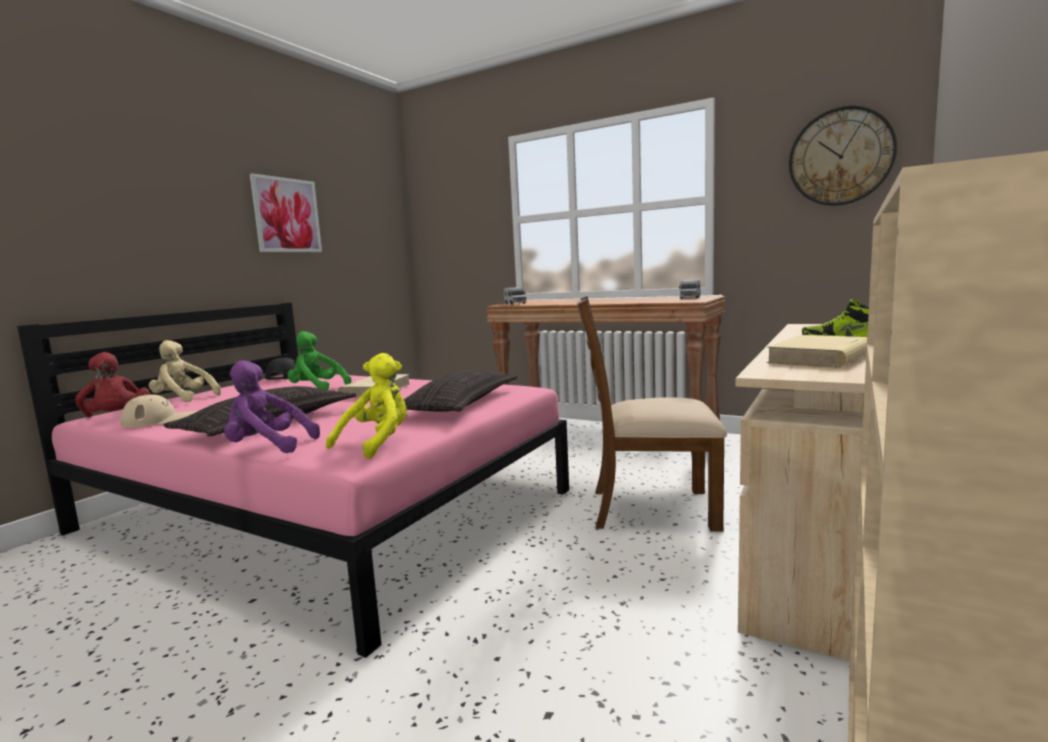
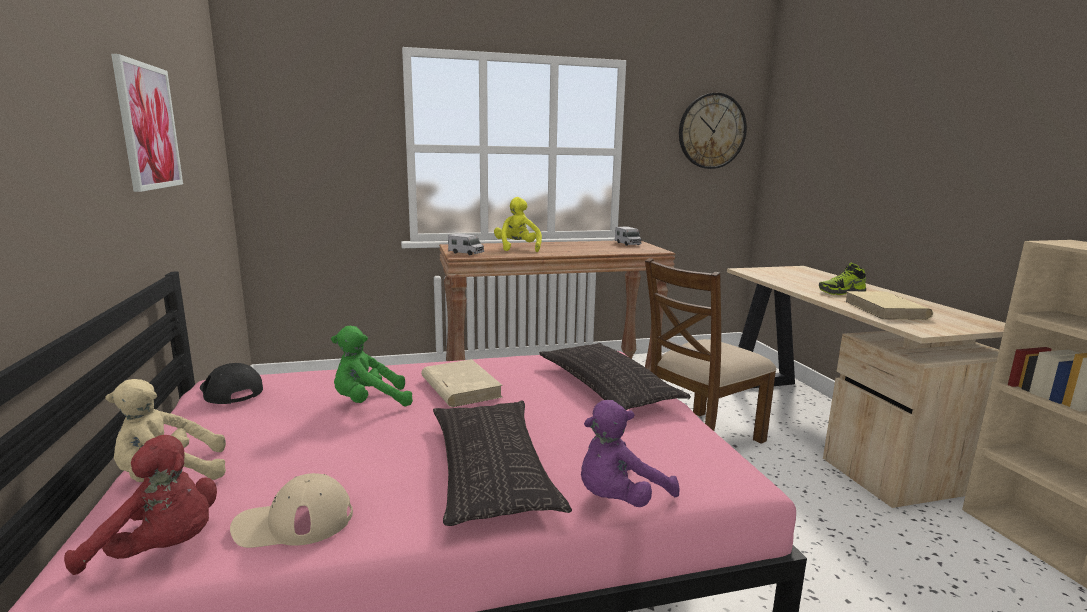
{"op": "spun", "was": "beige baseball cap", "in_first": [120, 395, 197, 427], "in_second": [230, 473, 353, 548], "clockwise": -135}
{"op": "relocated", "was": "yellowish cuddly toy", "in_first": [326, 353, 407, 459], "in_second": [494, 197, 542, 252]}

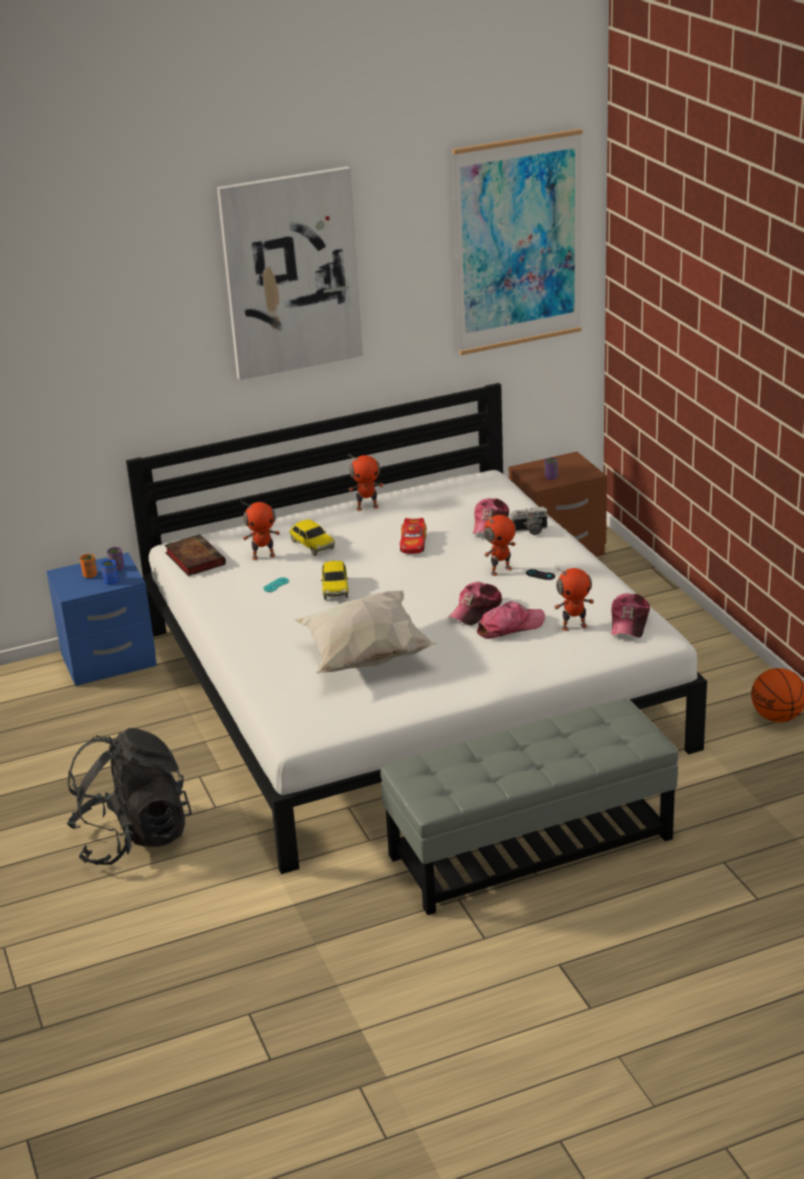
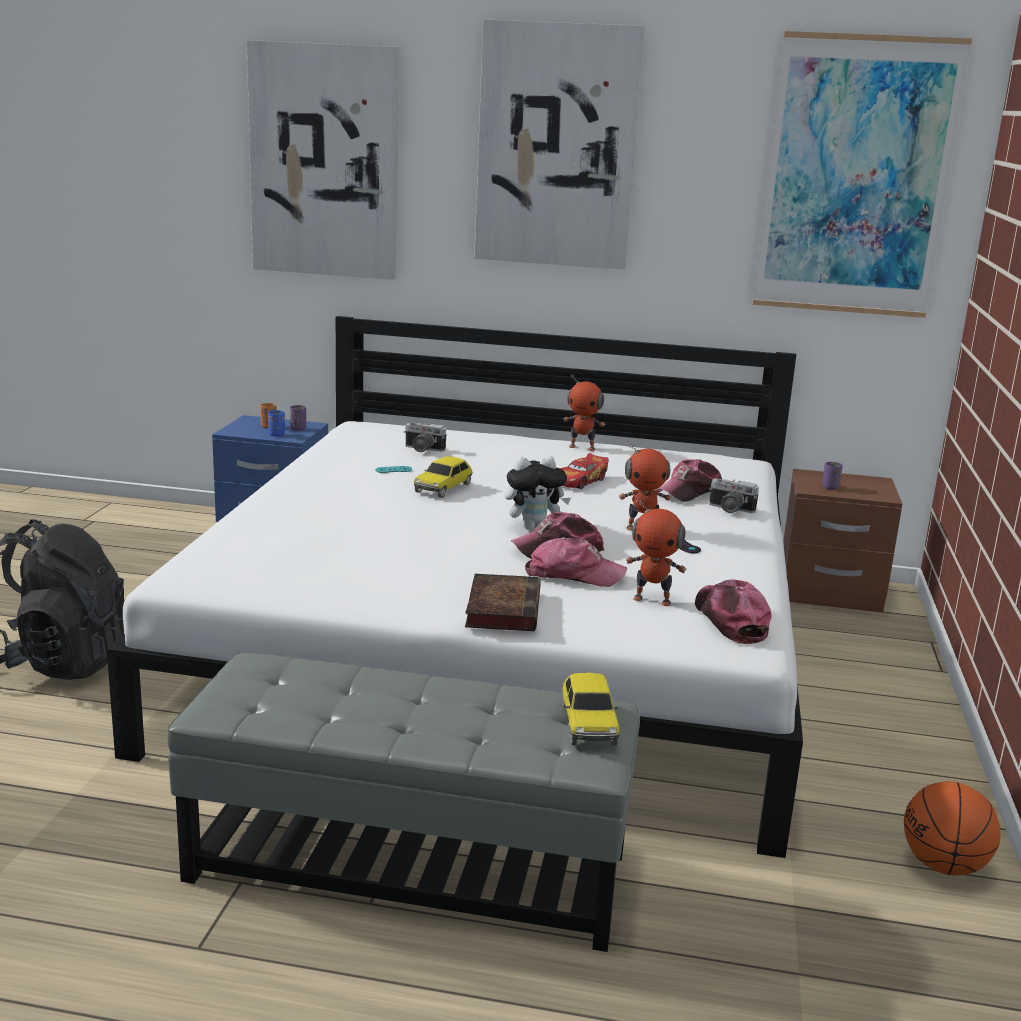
{"op": "appeared", "now": "wall art", "in_second": [247, 40, 399, 280]}
{"op": "exchanged", "was": "model robot", "now": "still camera", "in_first": [241, 501, 280, 560], "in_second": [404, 422, 447, 452]}
{"op": "relocated", "was": "bound book", "in_first": [164, 534, 226, 576], "in_second": [465, 574, 541, 631]}
{"op": "appeared", "now": "cuddly toy", "in_second": [505, 456, 571, 530]}
{"op": "relocated", "was": "model car", "in_first": [289, 519, 335, 556], "in_second": [562, 673, 620, 746]}
{"op": "spun", "was": "baseball cap", "in_first": [611, 593, 650, 638], "in_second": [695, 579, 771, 644], "clockwise": 120}
{"op": "missing", "was": "whitish cushion", "in_first": [293, 590, 438, 674]}

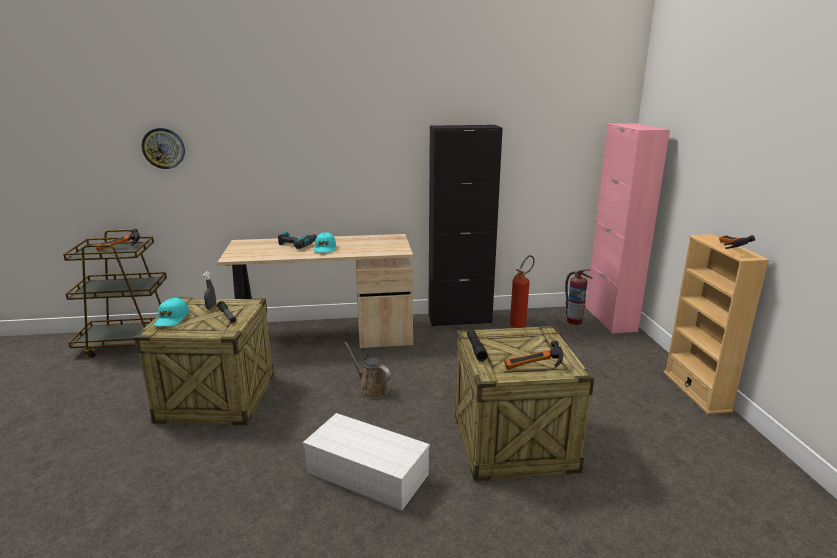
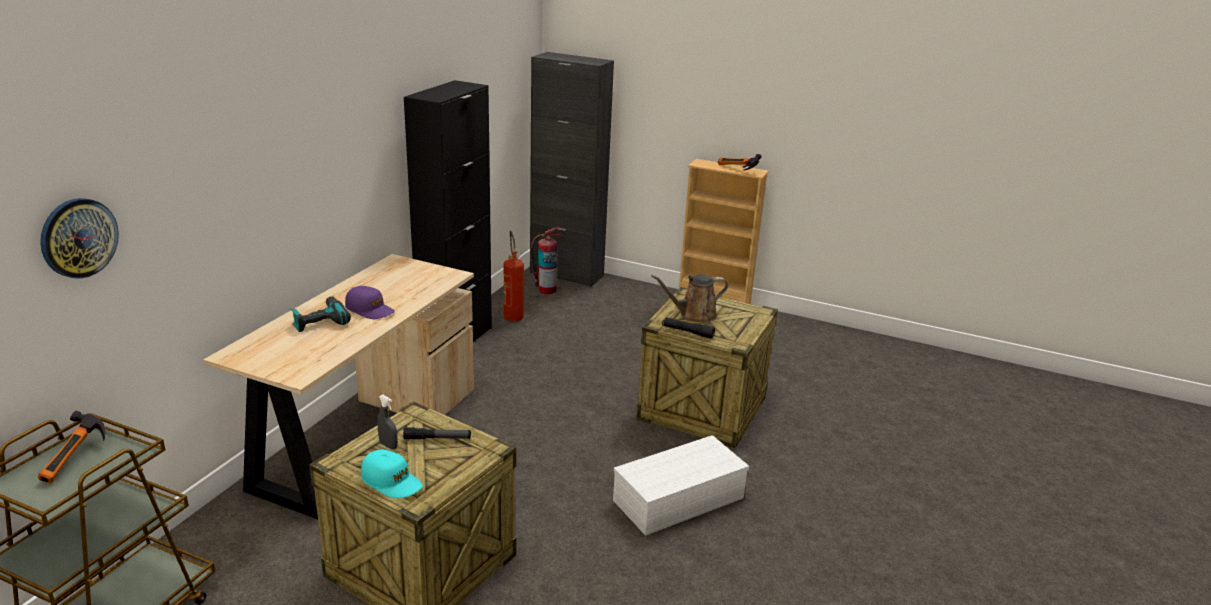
{"op": "colour", "was": "blue-green baseball cap", "now": "purple baseball cap", "in_first": [314, 232, 336, 253], "in_second": [345, 286, 395, 319]}
{"op": "colour", "was": "pink-coloured cupboard", "now": "black cupboard", "in_first": [586, 123, 670, 333], "in_second": [530, 52, 614, 287]}
{"op": "relocated", "was": "brownish watering pot", "in_first": [344, 342, 391, 399], "in_second": [651, 274, 728, 323]}
{"op": "missing", "was": "tool hammer", "in_first": [504, 340, 563, 369]}

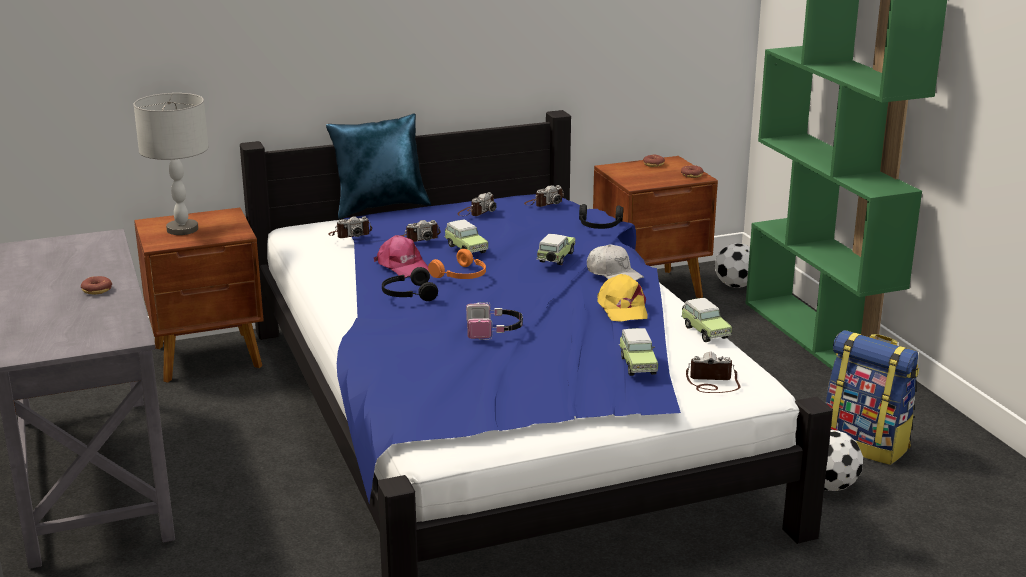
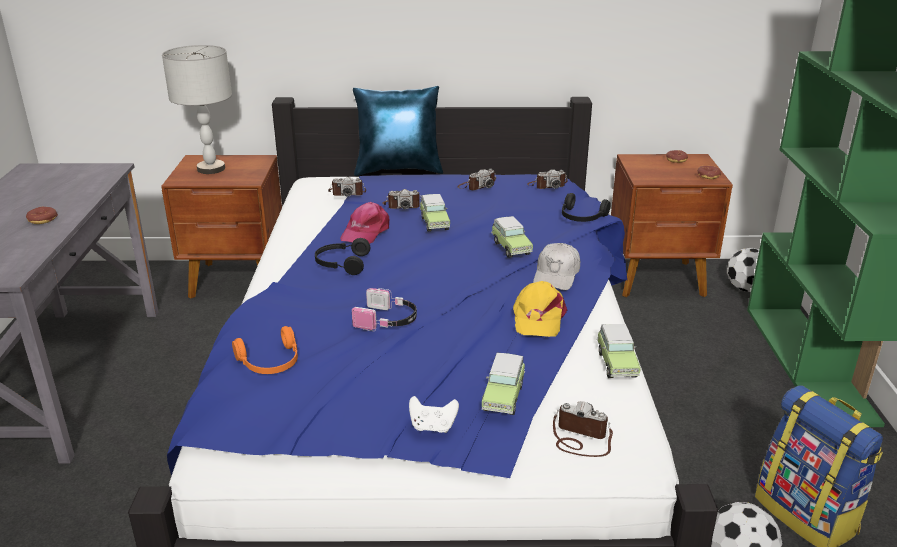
{"op": "relocated", "was": "orange headphones", "in_first": [428, 249, 486, 279], "in_second": [232, 326, 298, 374]}
{"op": "spun", "was": "pink-coloured baseball cap", "in_first": [374, 235, 428, 277], "in_second": [340, 202, 390, 244], "clockwise": 45}
{"op": "appeared", "now": "whitish joypad", "in_second": [409, 396, 459, 433]}
{"op": "spun", "was": "model car", "in_first": [537, 234, 575, 265], "in_second": [491, 216, 533, 258], "clockwise": 120}
{"op": "spun", "was": "whitish baseball cap", "in_first": [587, 245, 644, 281], "in_second": [533, 243, 580, 290], "clockwise": 45}

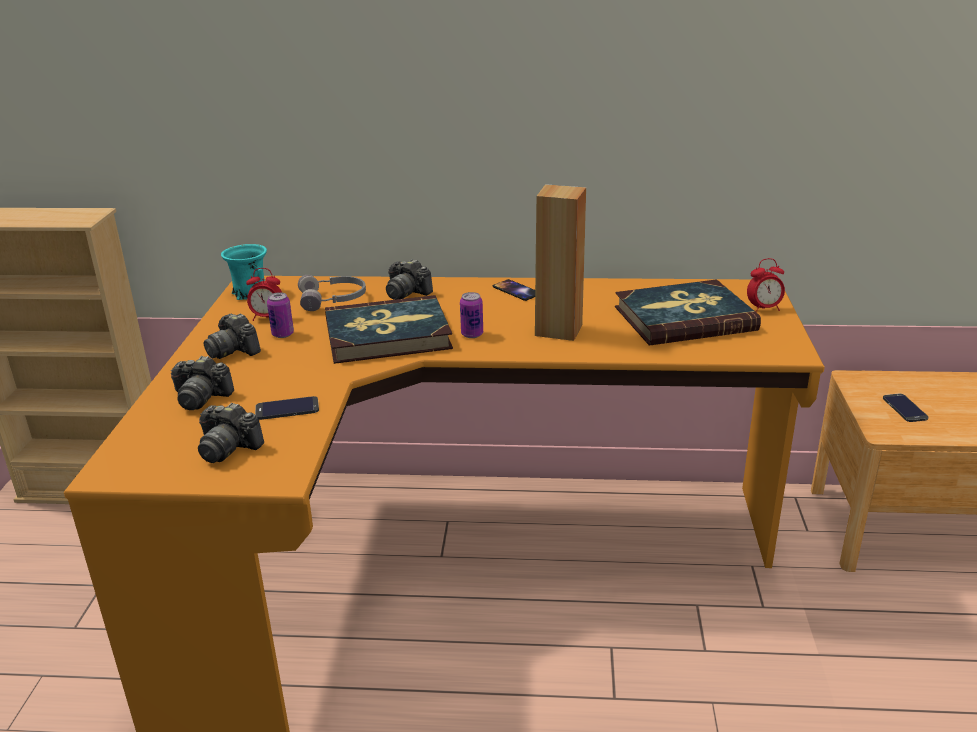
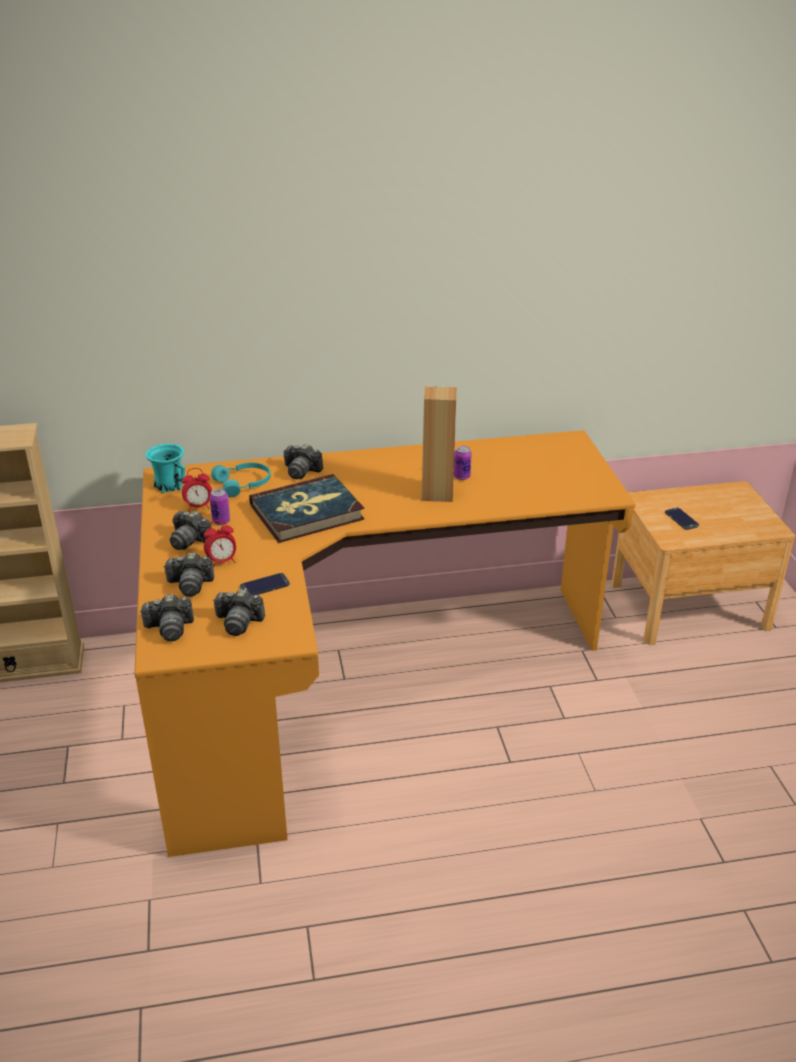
{"op": "appeared", "now": "still camera", "in_second": [140, 594, 194, 641]}
{"op": "relocated", "was": "table clock", "in_first": [747, 258, 785, 313], "in_second": [204, 520, 236, 568]}
{"op": "colour", "was": "greyish headphones", "now": "blue-green headphones", "in_first": [298, 275, 366, 311], "in_second": [211, 462, 271, 497]}
{"op": "relocated", "was": "sealed can", "in_first": [460, 292, 483, 338], "in_second": [454, 446, 472, 480]}
{"op": "missing", "was": "phone", "in_first": [493, 279, 535, 301]}
{"op": "missing", "was": "bound book", "in_first": [615, 279, 761, 346]}

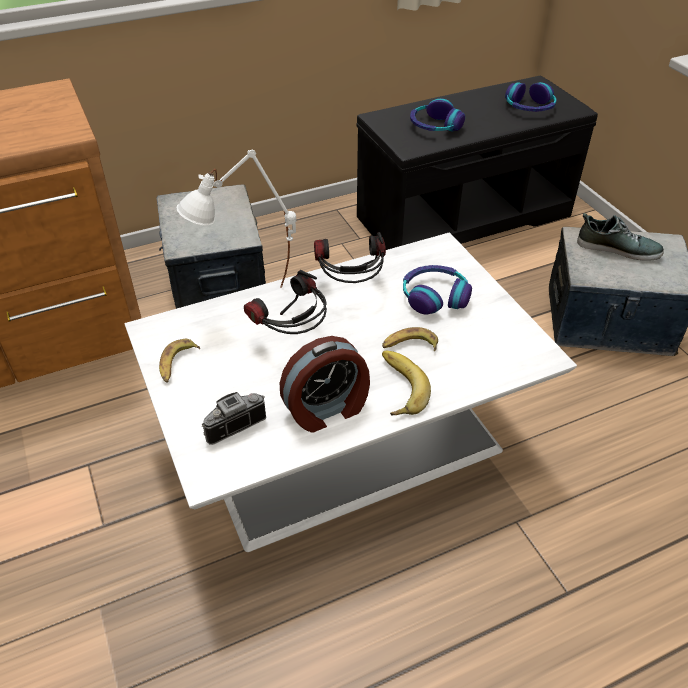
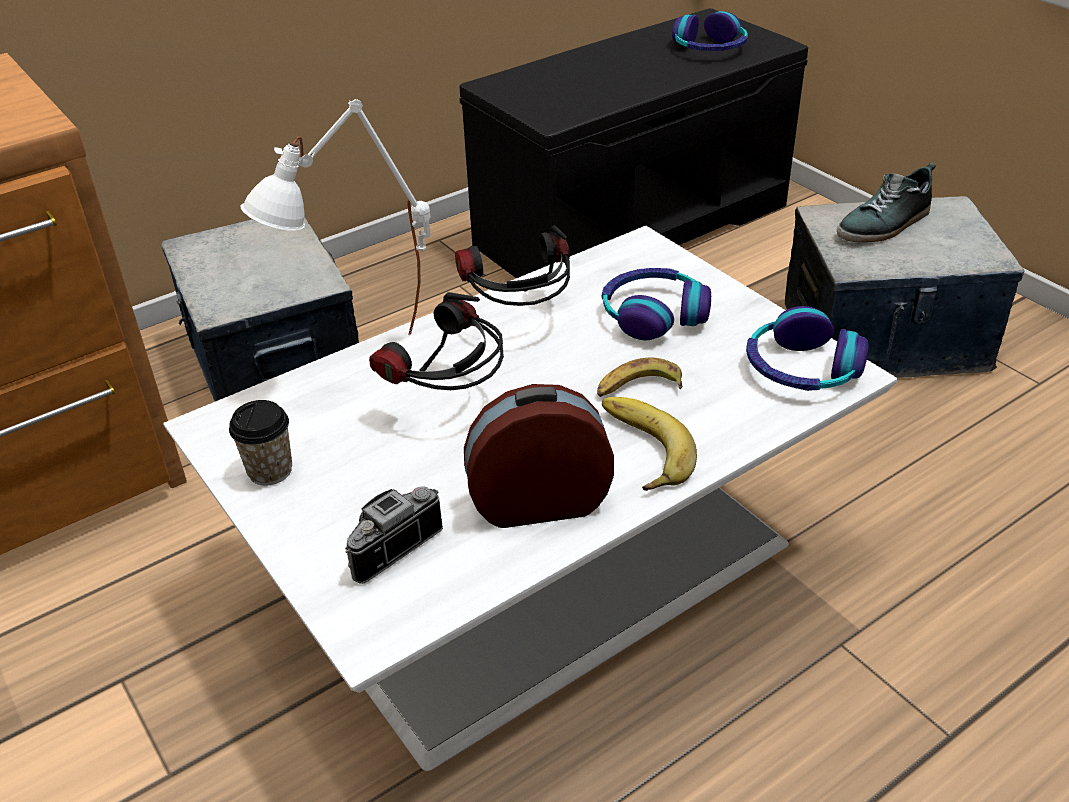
{"op": "exchanged", "was": "banana", "now": "small cup", "in_first": [159, 339, 200, 383], "in_second": [229, 400, 292, 485]}
{"op": "spun", "was": "table clock", "in_first": [280, 336, 370, 433], "in_second": [464, 384, 614, 528], "clockwise": -150}
{"op": "relocated", "was": "headphones", "in_first": [410, 98, 465, 131], "in_second": [746, 306, 869, 391]}
{"op": "spun", "was": "shoe", "in_first": [577, 213, 664, 261], "in_second": [837, 162, 936, 242], "clockwise": 135}

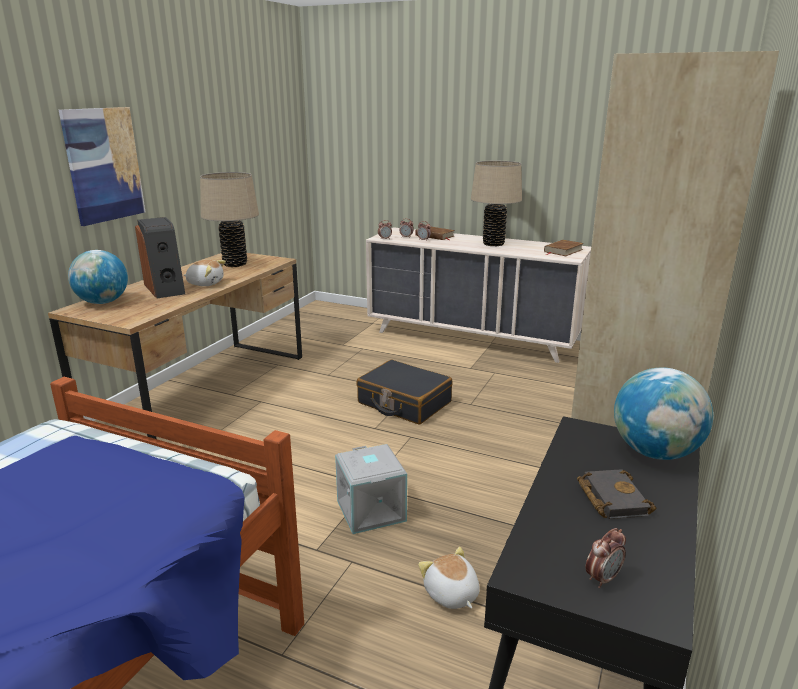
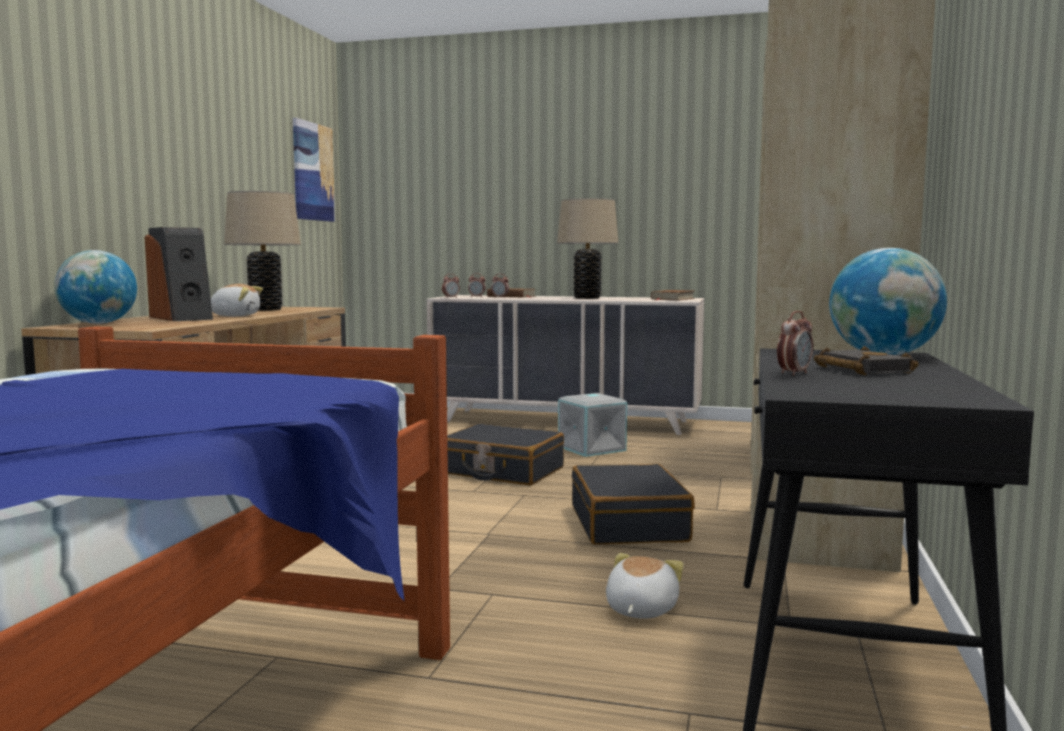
{"op": "relocated", "was": "wall art", "in_first": [59, 107, 145, 226], "in_second": [293, 118, 335, 222]}
{"op": "relocated", "was": "greyish storage box", "in_first": [335, 444, 407, 534], "in_second": [558, 393, 627, 457]}
{"op": "appeared", "now": "black piece of luggage", "in_second": [572, 464, 695, 545]}
{"op": "spun", "was": "cuddly toy", "in_first": [418, 547, 480, 609], "in_second": [606, 553, 683, 619], "clockwise": 60}
{"op": "relocated", "was": "table clock", "in_first": [586, 528, 626, 588], "in_second": [777, 311, 813, 376]}

